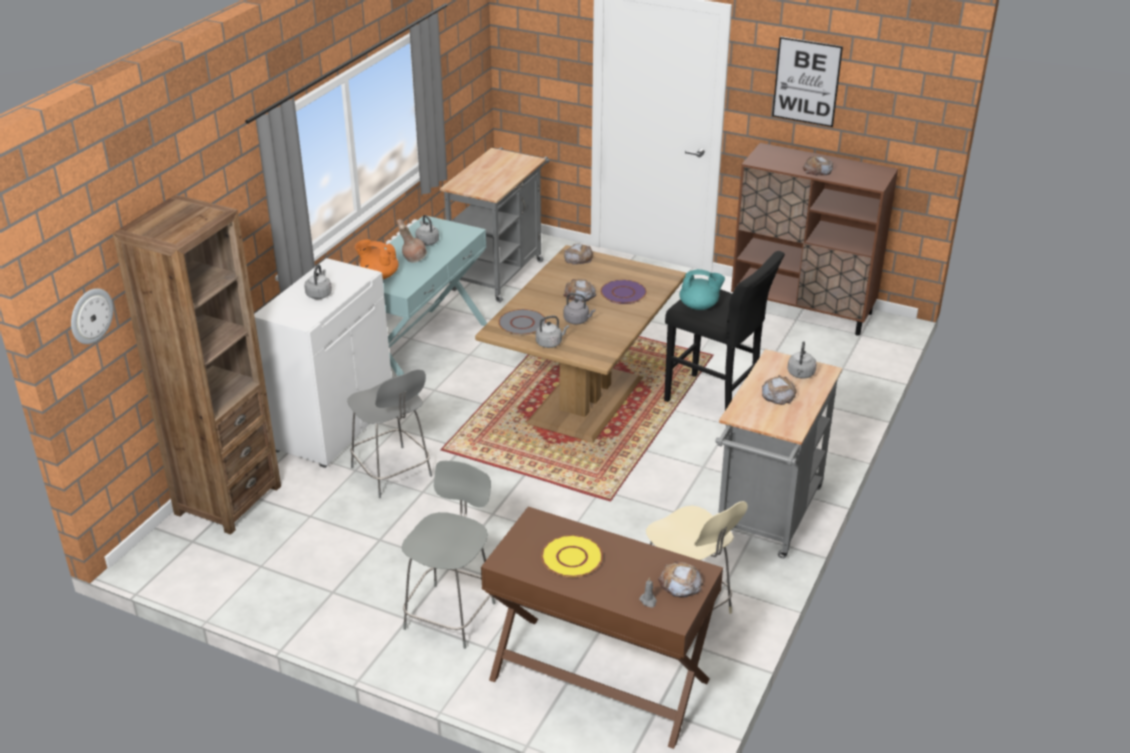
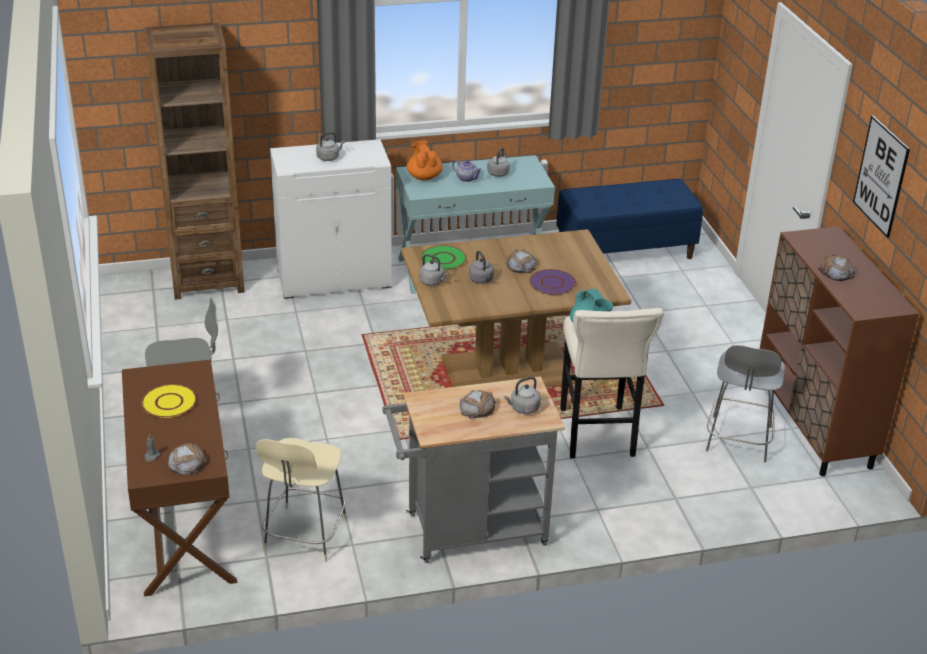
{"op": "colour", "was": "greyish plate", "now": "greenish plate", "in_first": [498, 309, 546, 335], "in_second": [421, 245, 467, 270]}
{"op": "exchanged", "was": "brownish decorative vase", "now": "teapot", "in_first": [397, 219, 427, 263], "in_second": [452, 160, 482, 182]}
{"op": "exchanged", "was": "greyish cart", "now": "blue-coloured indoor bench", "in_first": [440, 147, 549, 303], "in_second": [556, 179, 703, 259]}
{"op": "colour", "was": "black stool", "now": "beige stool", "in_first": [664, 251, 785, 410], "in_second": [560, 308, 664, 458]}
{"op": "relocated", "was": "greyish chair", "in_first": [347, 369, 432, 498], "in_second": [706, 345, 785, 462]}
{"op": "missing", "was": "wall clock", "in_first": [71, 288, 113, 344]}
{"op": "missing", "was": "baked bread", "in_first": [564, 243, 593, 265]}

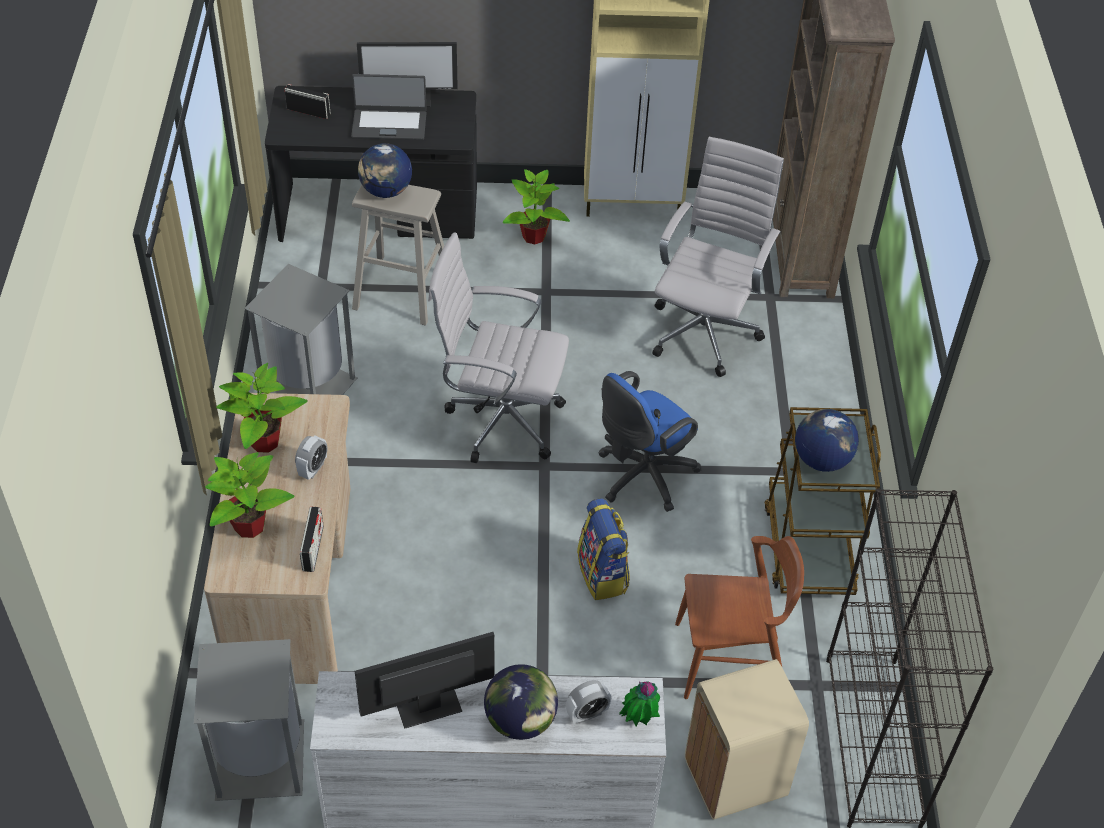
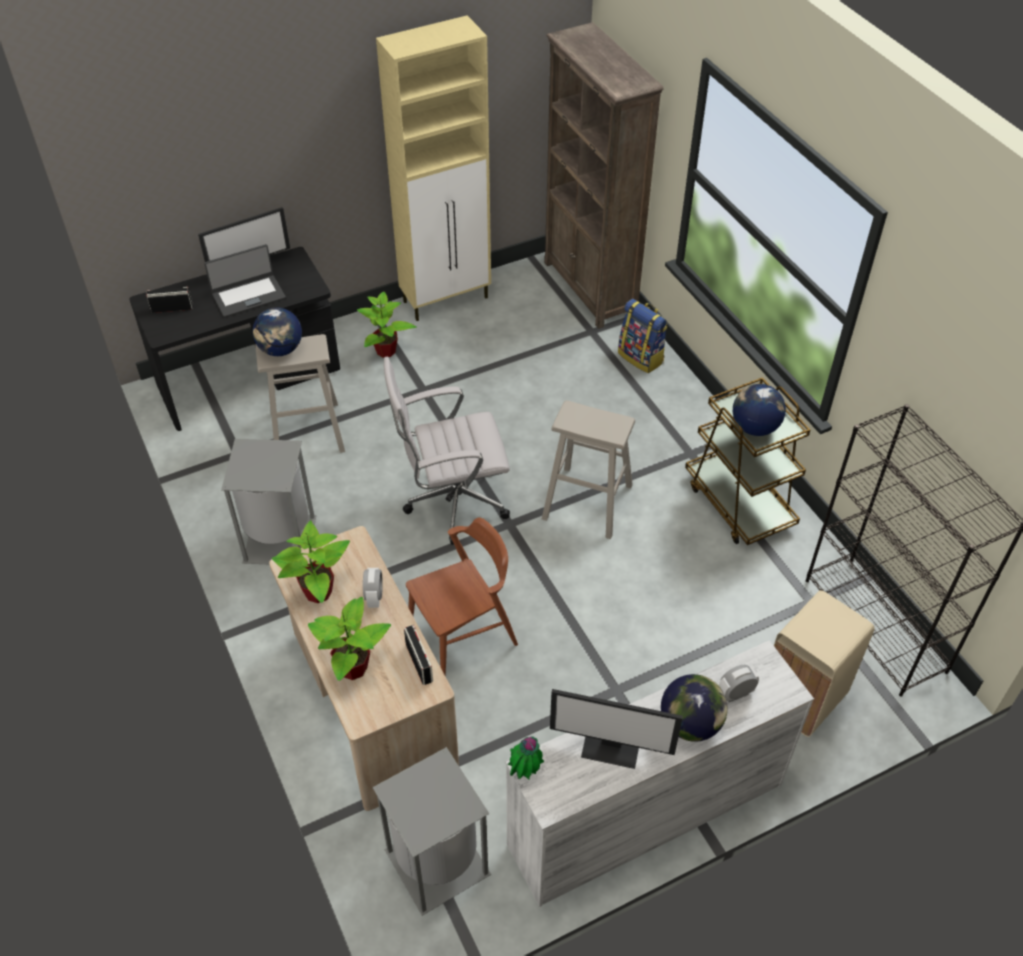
{"op": "relocated", "was": "brownish chair", "in_first": [675, 536, 804, 699], "in_second": [406, 517, 518, 675]}
{"op": "relocated", "was": "houseplant", "in_first": [619, 681, 660, 727], "in_second": [507, 737, 544, 779]}
{"op": "exchanged", "was": "blue-coloured computer chair", "now": "beige stool", "in_first": [598, 371, 702, 512], "in_second": [542, 401, 635, 539]}
{"op": "spun", "was": "monitor", "in_first": [355, 632, 495, 729], "in_second": [550, 689, 683, 769], "clockwise": -120}
{"op": "relocated", "was": "rucksack", "in_first": [577, 498, 630, 600], "in_second": [618, 299, 667, 373]}
{"op": "spun", "was": "table clock", "in_first": [566, 680, 611, 724], "in_second": [719, 665, 759, 702], "clockwise": -150}
{"op": "missing", "was": "whitish computer chair", "in_first": [652, 137, 784, 377]}

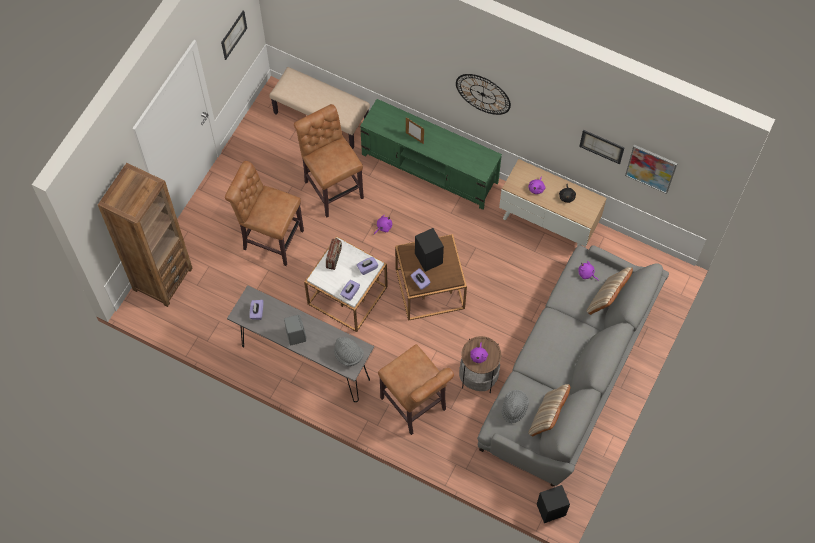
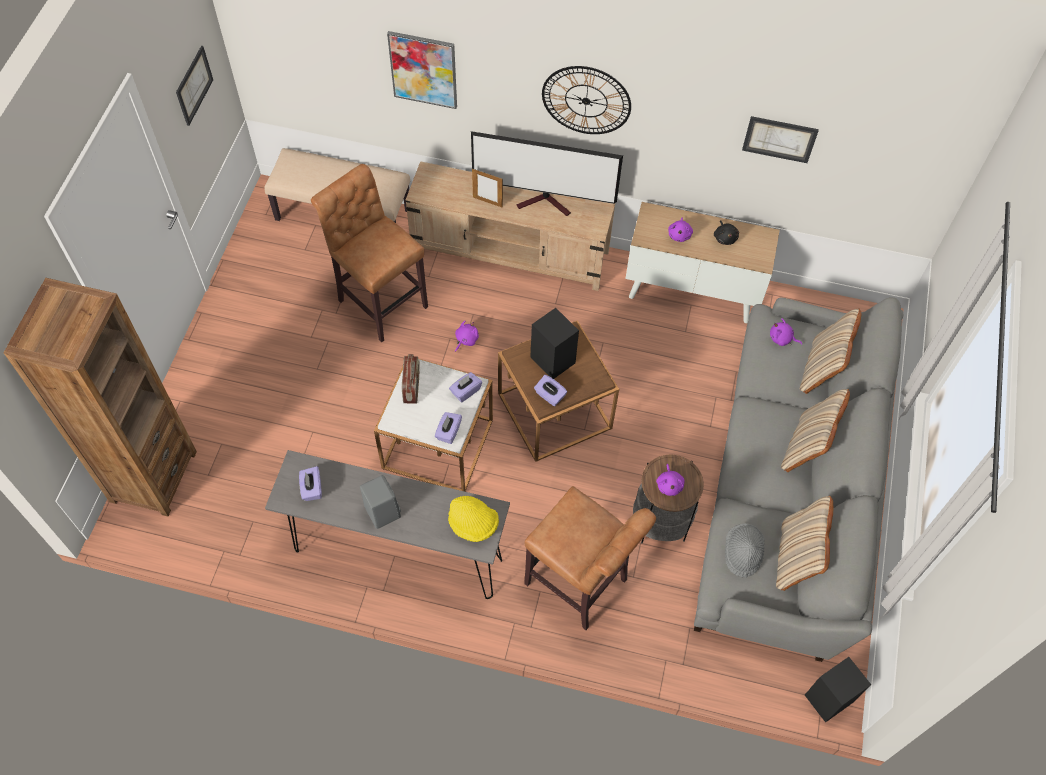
{"op": "relocated", "was": "wall art", "in_first": [625, 145, 678, 194], "in_second": [387, 31, 457, 109]}
{"op": "colour", "was": "greenish tv unit", "now": "beige tv unit", "in_first": [360, 99, 502, 210], "in_second": [405, 161, 615, 291]}
{"op": "colour", "was": "greyish clothing hat", "now": "yellowish clothing hat", "in_first": [334, 337, 364, 366], "in_second": [448, 496, 499, 542]}
{"op": "appeared", "now": "TV", "in_second": [471, 131, 623, 216]}
{"op": "appeared", "now": "beige cushion", "in_second": [781, 389, 850, 472]}
{"op": "missing", "was": "brownish stool", "in_first": [225, 161, 304, 266]}

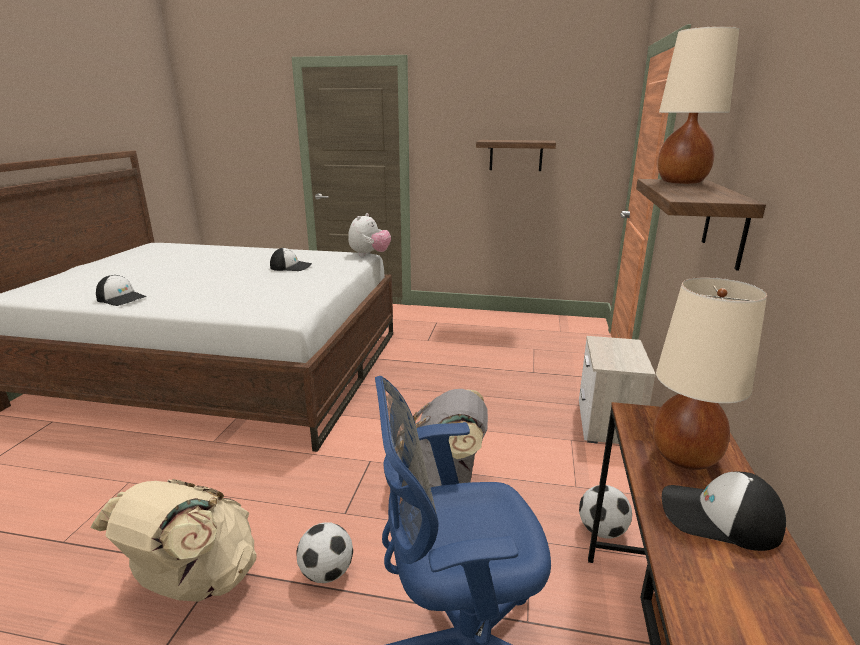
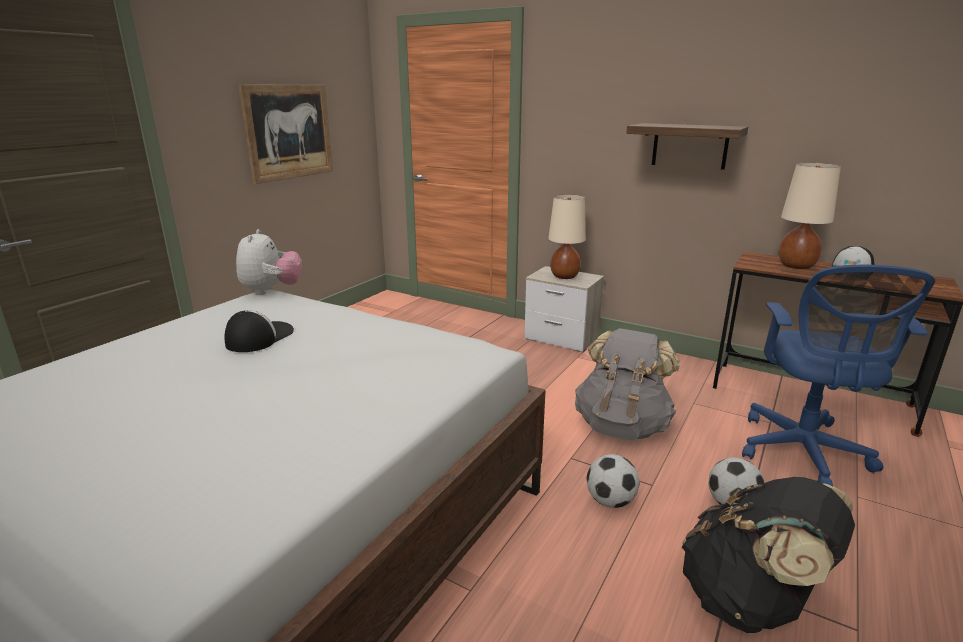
{"op": "spun", "was": "cuddly toy", "in_first": [348, 213, 391, 256], "in_second": [236, 229, 302, 295], "clockwise": 45}
{"op": "exchanged", "was": "bracket shelf", "now": "wall art", "in_first": [476, 140, 556, 171], "in_second": [238, 85, 333, 184]}
{"op": "relocated", "was": "beige lamp for a table", "in_first": [657, 26, 739, 184], "in_second": [548, 194, 586, 279]}
{"op": "relocated", "was": "football ball", "in_first": [579, 485, 632, 539], "in_second": [587, 454, 640, 508]}
{"op": "colour", "was": "beige rucksack", "now": "black rucksack", "in_first": [90, 479, 257, 602], "in_second": [682, 477, 855, 633]}
{"op": "missing", "was": "baseball cap", "in_first": [96, 275, 147, 306]}

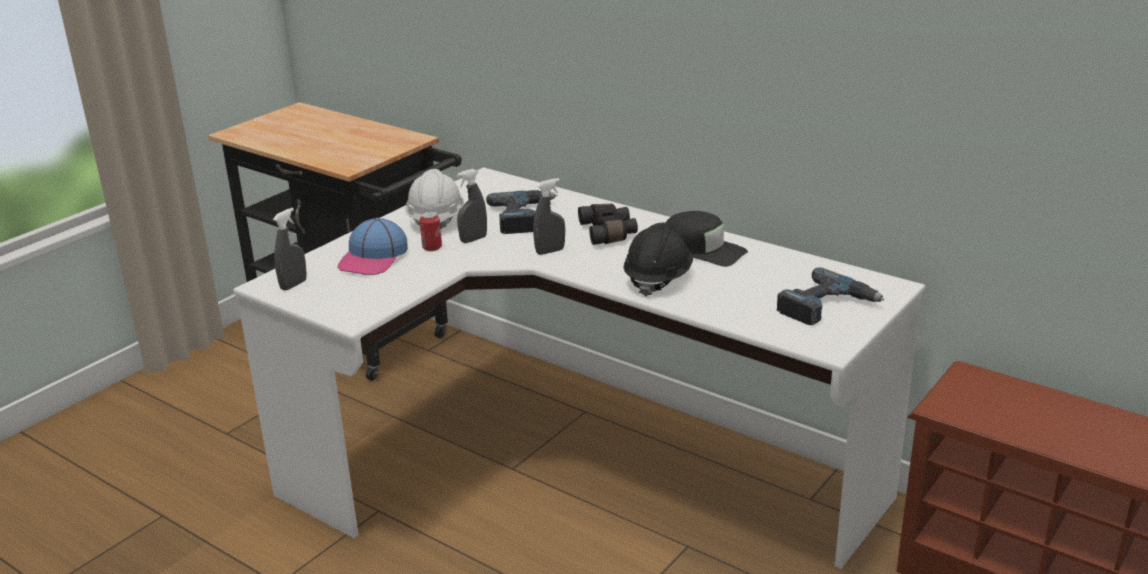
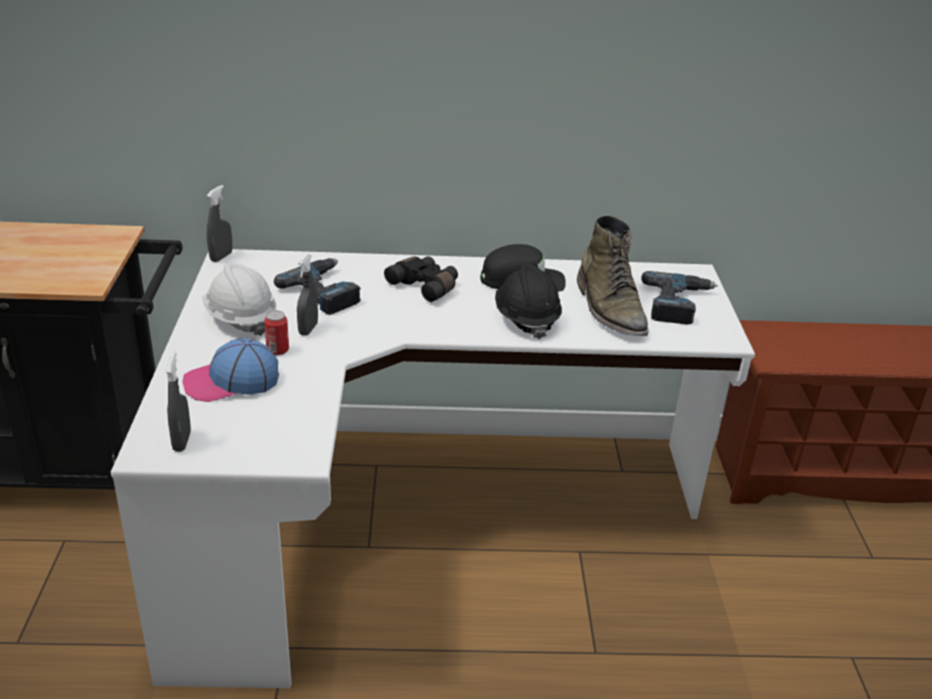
{"op": "spun", "was": "baseball cap", "in_first": [337, 218, 408, 275], "in_second": [182, 338, 279, 402], "clockwise": 90}
{"op": "relocated", "was": "greyish spray bottle", "in_first": [533, 178, 565, 255], "in_second": [207, 185, 232, 262]}
{"op": "appeared", "now": "greenish high-top boot", "in_second": [577, 215, 648, 336]}

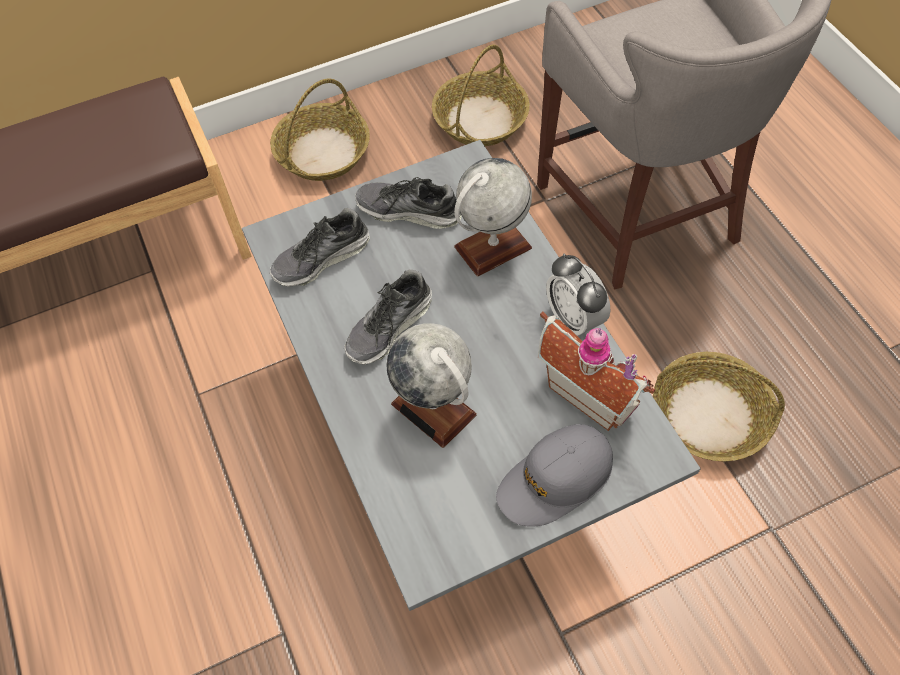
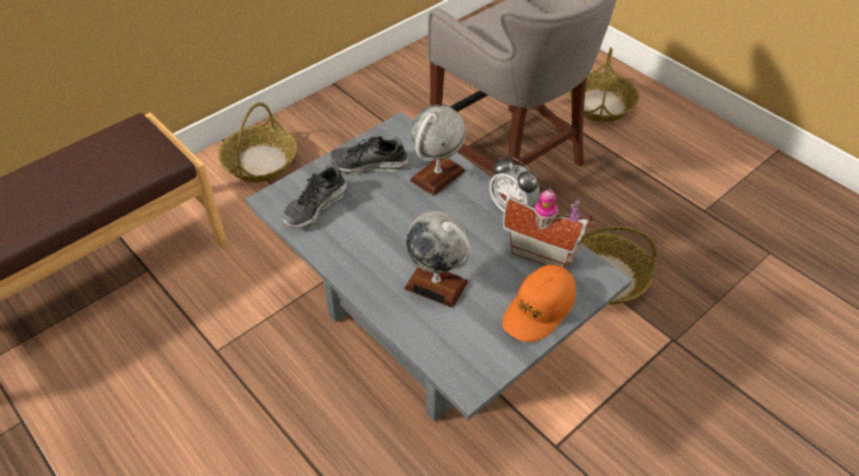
{"op": "colour", "was": "greyish baseball cap", "now": "orange baseball cap", "in_first": [496, 424, 613, 527], "in_second": [502, 265, 576, 342]}
{"op": "relocated", "was": "household basket", "in_first": [432, 45, 530, 146], "in_second": [567, 47, 640, 122]}
{"op": "missing", "was": "shoe", "in_first": [345, 269, 432, 364]}

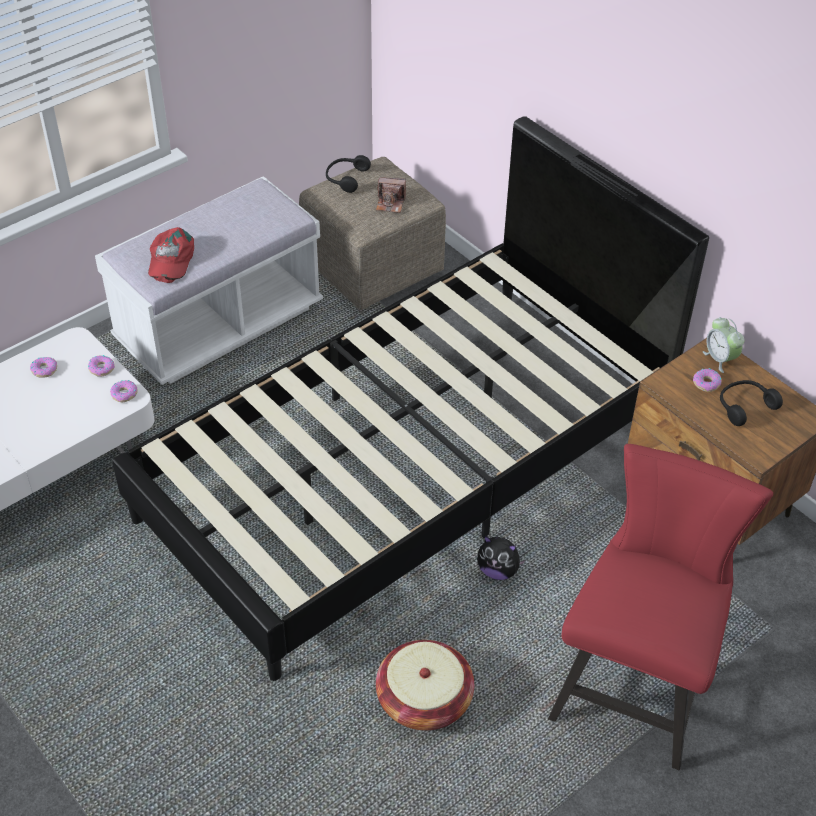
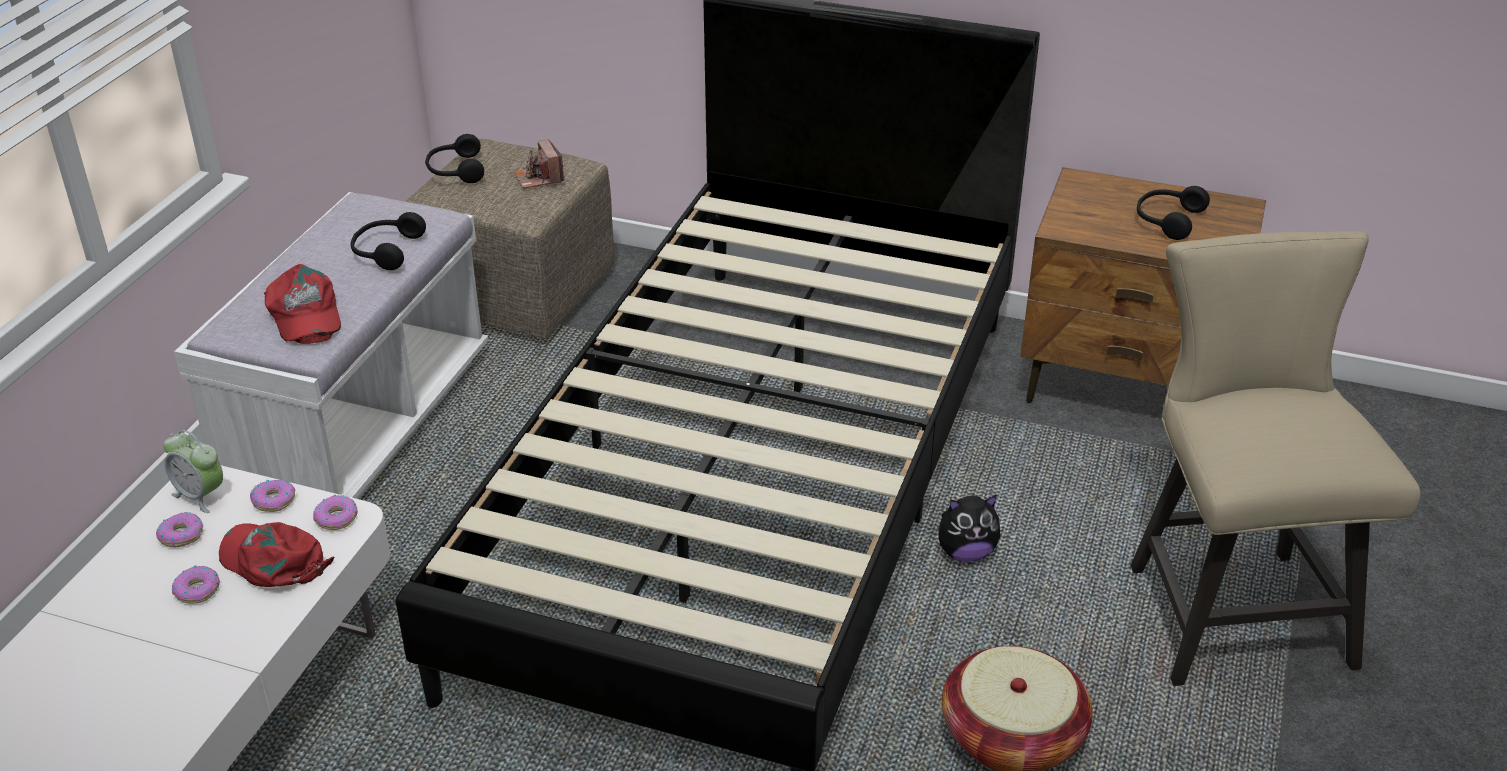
{"op": "relocated", "was": "table clock", "in_first": [703, 317, 744, 373], "in_second": [163, 430, 223, 513]}
{"op": "relocated", "was": "doughnut", "in_first": [693, 368, 721, 392], "in_second": [172, 565, 220, 604]}
{"op": "appeared", "now": "red baseball cap", "in_second": [219, 522, 334, 587]}
{"op": "appeared", "now": "black headphones", "in_second": [351, 212, 426, 270]}
{"op": "spun", "was": "still camera", "in_first": [376, 177, 406, 213], "in_second": [514, 139, 564, 189], "clockwise": 90}
{"op": "colour", "was": "red chair", "now": "beige chair", "in_first": [548, 444, 773, 770], "in_second": [1131, 231, 1421, 686]}

